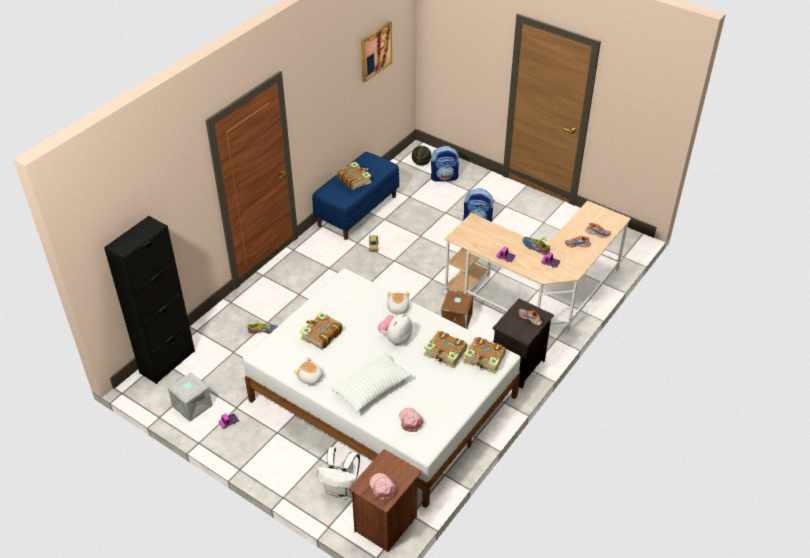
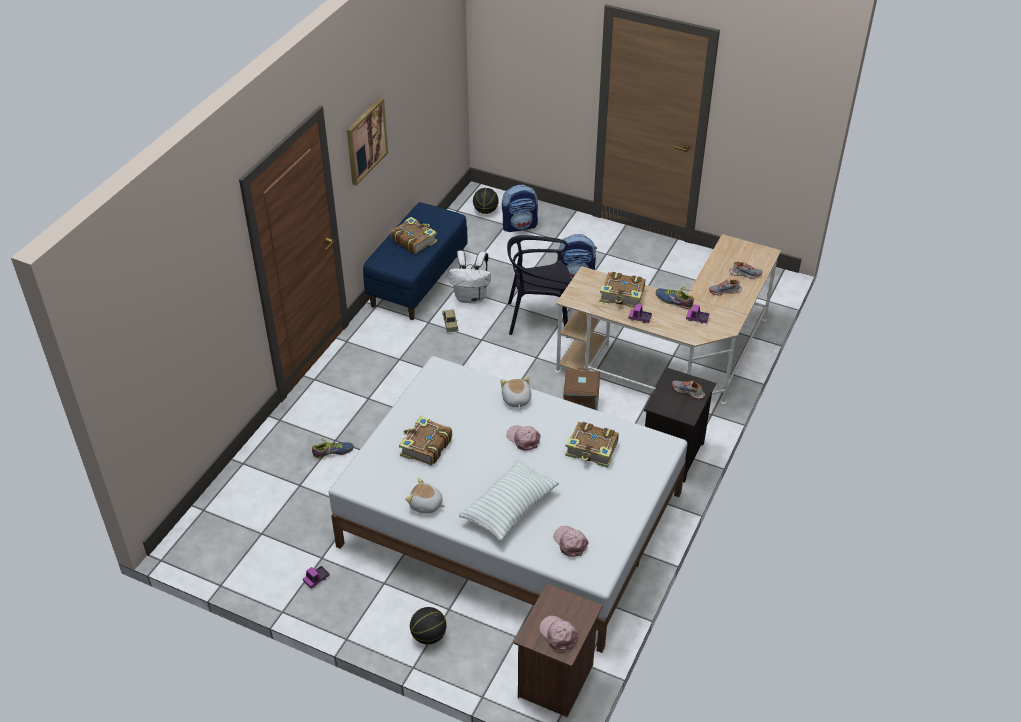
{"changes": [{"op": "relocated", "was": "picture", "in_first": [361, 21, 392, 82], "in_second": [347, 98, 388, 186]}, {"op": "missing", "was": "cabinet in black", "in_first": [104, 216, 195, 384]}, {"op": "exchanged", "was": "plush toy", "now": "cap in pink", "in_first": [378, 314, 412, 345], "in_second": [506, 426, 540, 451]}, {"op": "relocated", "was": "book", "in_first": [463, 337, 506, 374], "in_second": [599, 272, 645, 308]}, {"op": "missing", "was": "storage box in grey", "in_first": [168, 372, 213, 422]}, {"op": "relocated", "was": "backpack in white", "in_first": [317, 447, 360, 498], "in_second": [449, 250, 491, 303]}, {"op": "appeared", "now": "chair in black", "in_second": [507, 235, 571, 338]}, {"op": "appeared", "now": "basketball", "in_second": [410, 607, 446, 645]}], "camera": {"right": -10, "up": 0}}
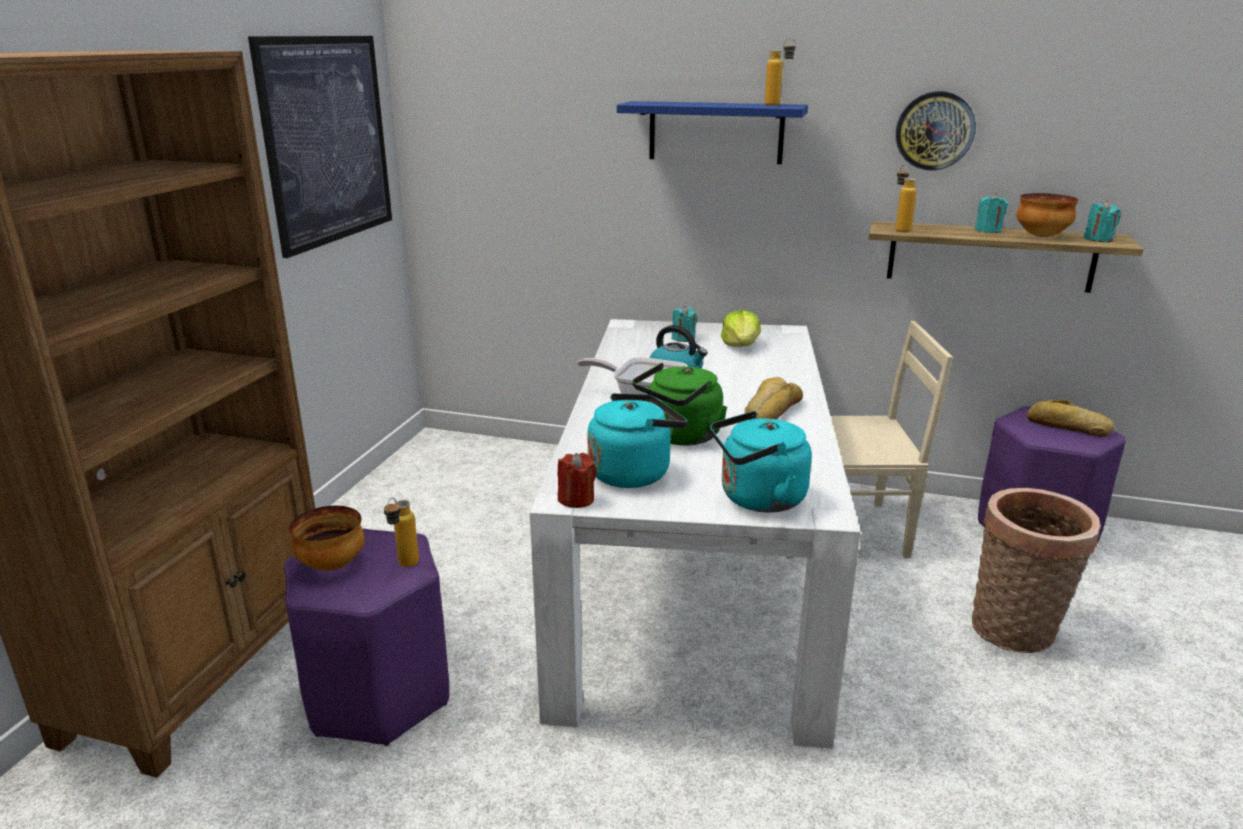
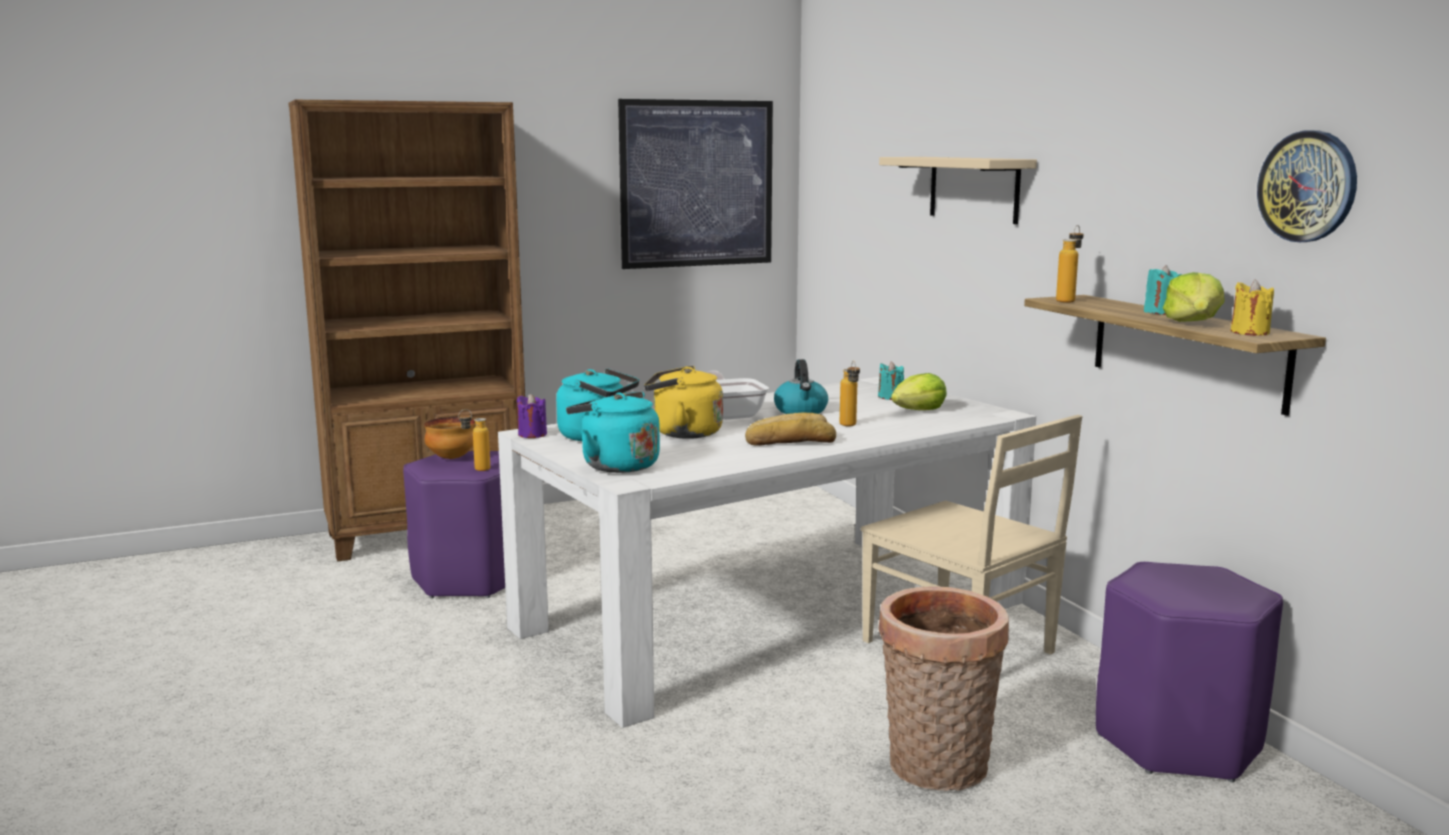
{"changes": [{"op": "relocated", "was": "bottle", "in_first": [765, 38, 796, 106], "in_second": [840, 360, 860, 426]}, {"op": "relocated", "was": "wall clock", "in_first": [896, 91, 976, 171], "in_second": [1257, 131, 1357, 242]}, {"op": "colour", "was": "shelf in blue", "now": "shelf in beige", "in_first": [617, 101, 808, 164], "in_second": [879, 157, 1037, 224]}, {"op": "exchanged", "was": "bowl", "now": "lettuce", "in_first": [1016, 193, 1078, 237], "in_second": [1163, 272, 1225, 322]}, {"op": "colour", "was": "candle in turquoise", "now": "candle in yellow", "in_first": [1084, 200, 1121, 242], "in_second": [1230, 279, 1274, 336]}, {"op": "colour", "was": "kettle in green", "now": "kettle in yellow", "in_first": [633, 363, 728, 446], "in_second": [644, 366, 723, 439]}, {"op": "missing", "was": "bread", "in_first": [1027, 400, 1114, 437]}, {"op": "colour", "was": "candle in red", "now": "candle in purple", "in_first": [558, 453, 596, 508], "in_second": [517, 394, 547, 438]}], "camera": {"right": 50, "up": -10}}
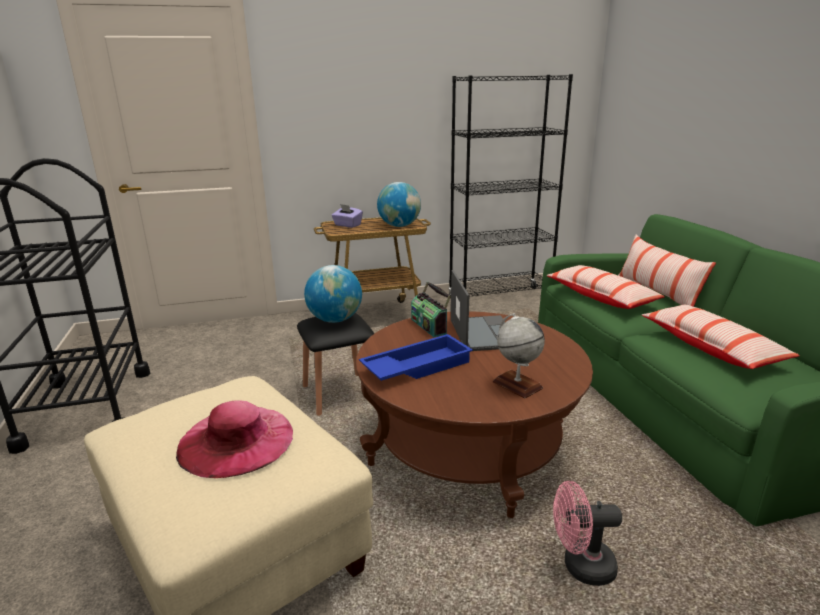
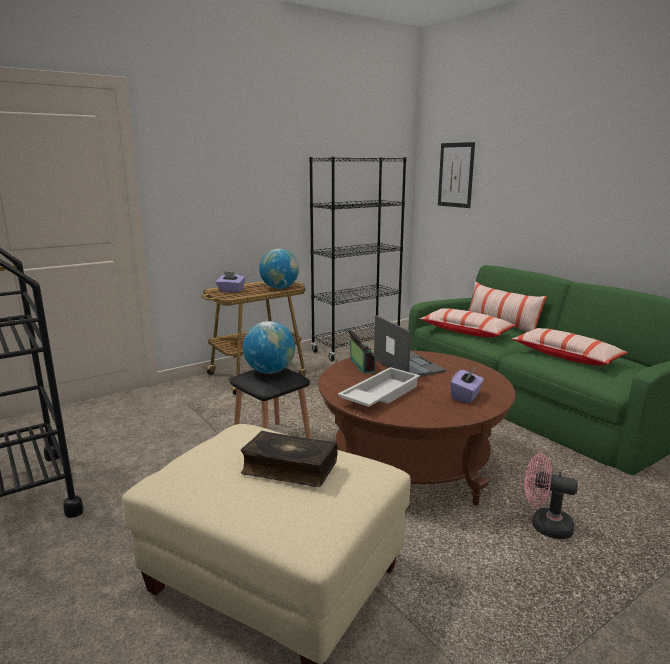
{"changes": [{"op": "spun", "was": "radio", "in_first": [411, 282, 451, 337], "in_second": [347, 329, 376, 374], "clockwise": -150}, {"op": "exchanged", "was": "globe", "now": "tissue box in purple", "in_first": [493, 313, 545, 398], "in_second": [450, 368, 484, 403]}, {"op": "colour", "was": "tray in blue", "now": "tray in white", "in_first": [359, 334, 473, 381], "in_second": [338, 367, 420, 407]}, {"op": "exchanged", "was": "hat in pink", "now": "book", "in_first": [176, 400, 293, 478], "in_second": [241, 431, 338, 487]}, {"op": "spun", "was": "fan in pink", "in_first": [553, 481, 622, 586], "in_second": [525, 453, 578, 539], "clockwise": 45}, {"op": "appeared", "now": "picture", "in_second": [438, 142, 475, 208]}], "camera": {"right": -20, "up": -5}}
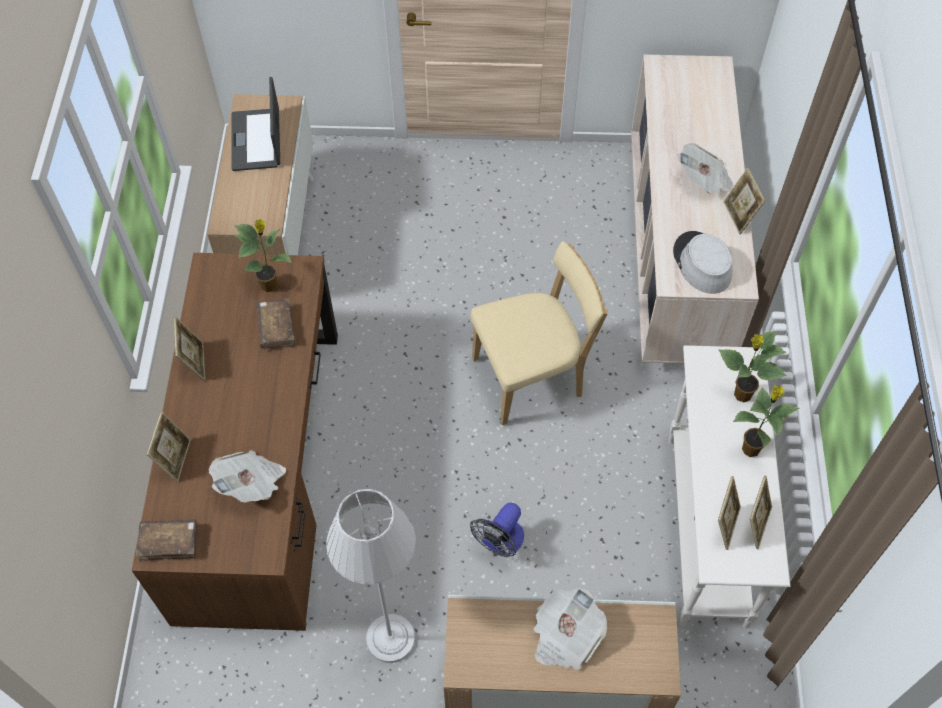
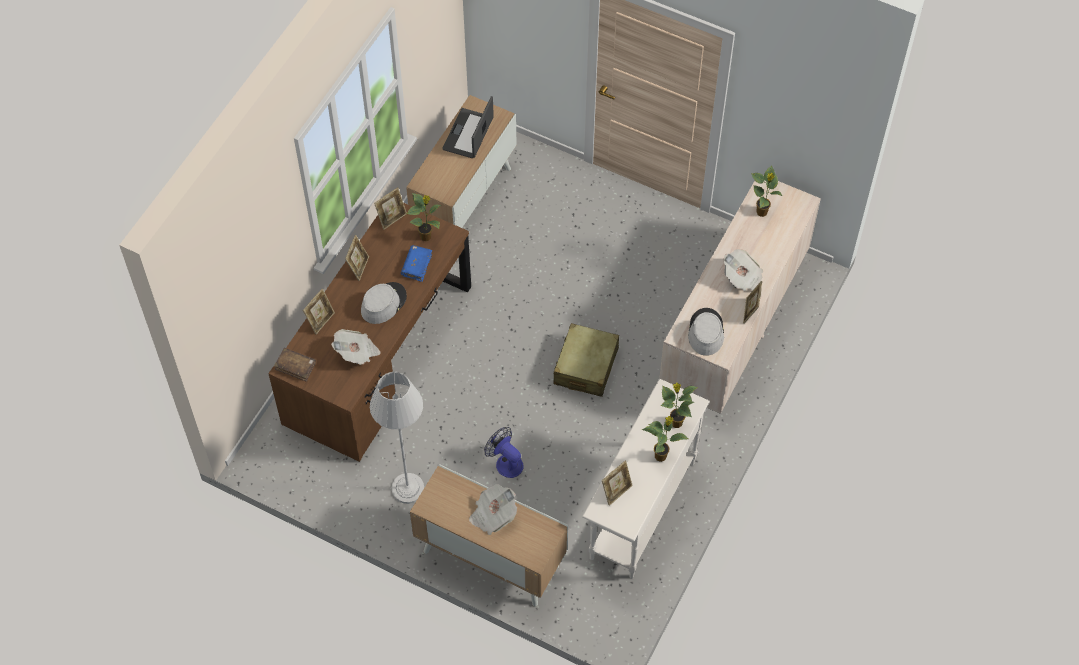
{"changes": [{"op": "exchanged", "was": "chair in beige", "now": "suitcase in beige", "in_first": [470, 241, 608, 425], "in_second": [554, 323, 619, 397]}, {"op": "colour", "was": "book in brown", "now": "book in blue", "in_first": [256, 298, 295, 349], "in_second": [401, 245, 432, 282]}, {"op": "relocated", "was": "picture frame", "in_first": [750, 476, 772, 549], "in_second": [374, 187, 407, 230]}, {"op": "spun", "was": "fan", "in_first": [470, 502, 524, 557], "in_second": [484, 427, 524, 478], "clockwise": 75}, {"op": "appeared", "now": "potted plant", "in_second": [751, 165, 782, 217]}, {"op": "appeared", "now": "hat in grey", "in_second": [361, 282, 407, 324]}], "camera": {"right": 25, "up": 0}}
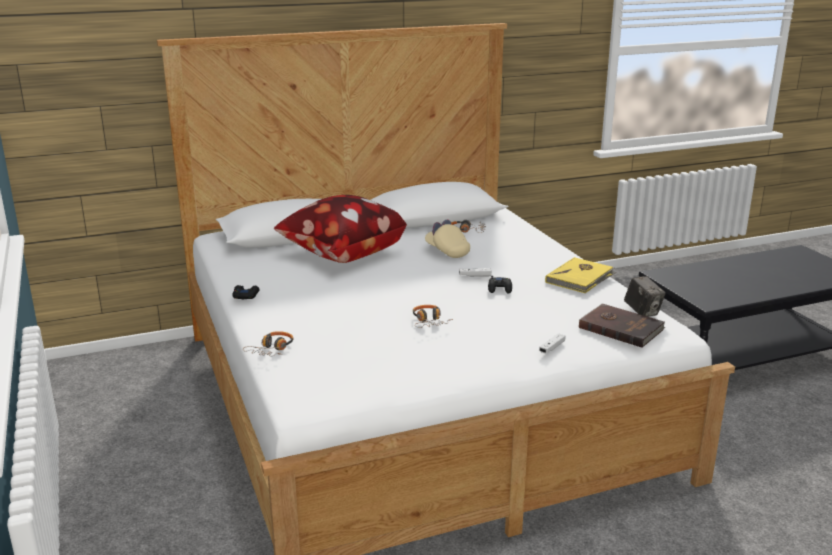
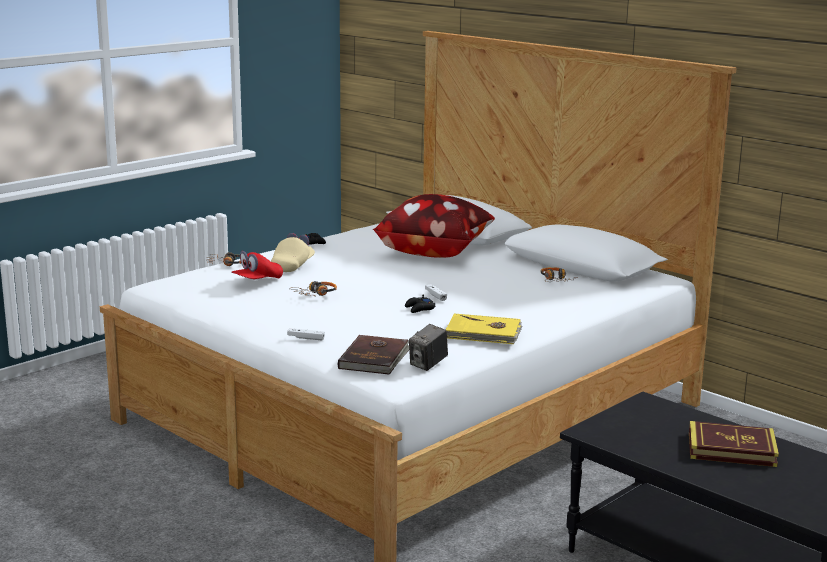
{"changes": [{"op": "relocated", "was": "cap in beige", "in_first": [425, 220, 470, 258], "in_second": [271, 233, 315, 272]}, {"op": "appeared", "now": "cap in red", "in_second": [231, 251, 283, 279]}, {"op": "appeared", "now": "book", "in_second": [689, 421, 779, 467]}], "camera": {"right": 65, "up": -5}}
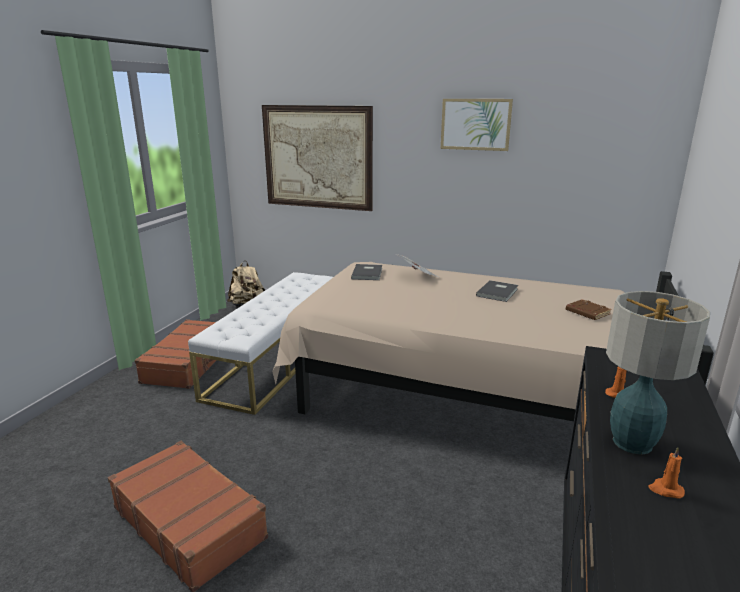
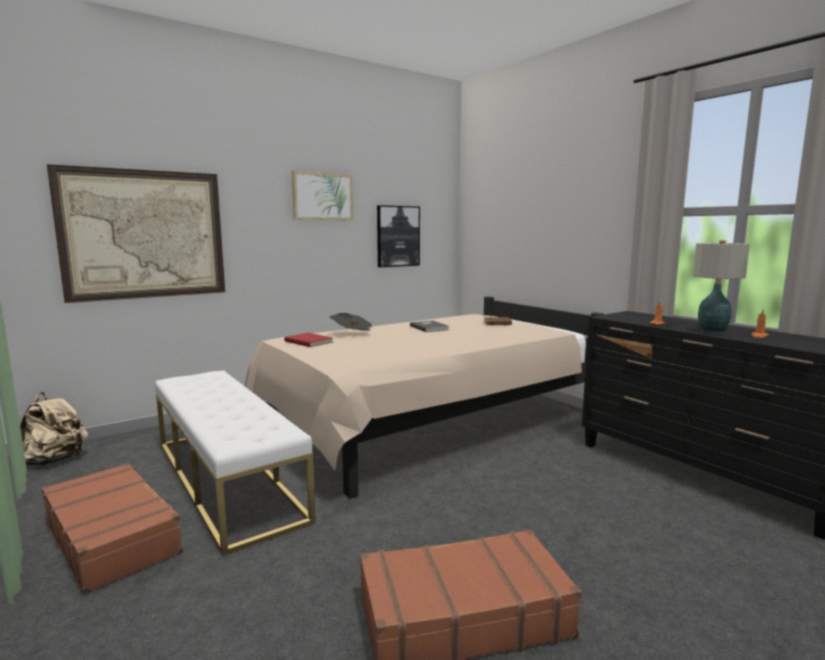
{"changes": [{"op": "colour", "was": "book in grey", "now": "book in red", "in_first": [351, 264, 382, 280], "in_second": [284, 333, 333, 347]}, {"op": "appeared", "now": "picture", "in_second": [377, 205, 420, 267]}], "camera": {"right": -55, "up": -10}}
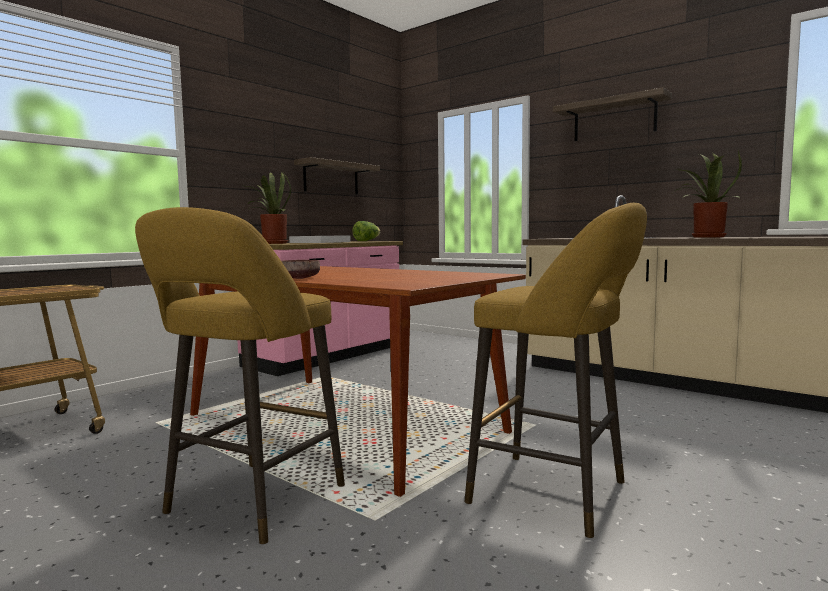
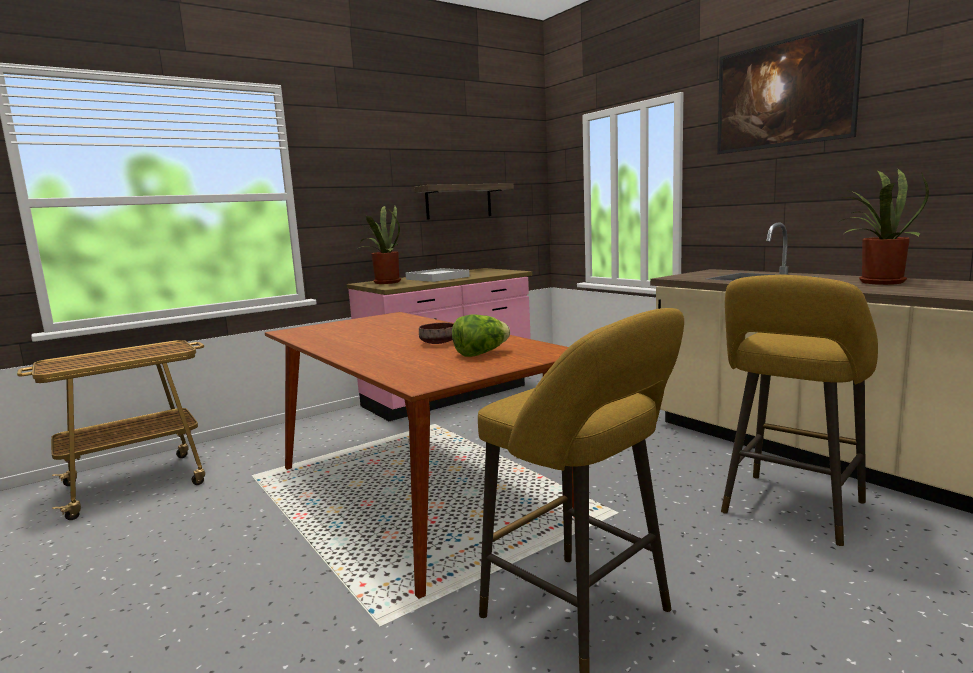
{"changes": [{"op": "exchanged", "was": "shelf", "now": "picture", "in_first": [553, 87, 672, 141], "in_second": [717, 19, 864, 154]}, {"op": "relocated", "was": "stool in yellow", "in_first": [135, 207, 345, 544], "in_second": [721, 275, 878, 546]}, {"op": "relocated", "was": "lettuce", "in_first": [352, 221, 380, 241], "in_second": [452, 314, 510, 357]}, {"op": "relocated", "was": "bowl in brown", "in_first": [282, 260, 320, 279], "in_second": [419, 323, 453, 344]}], "camera": {"right": 15, "up": 5}}
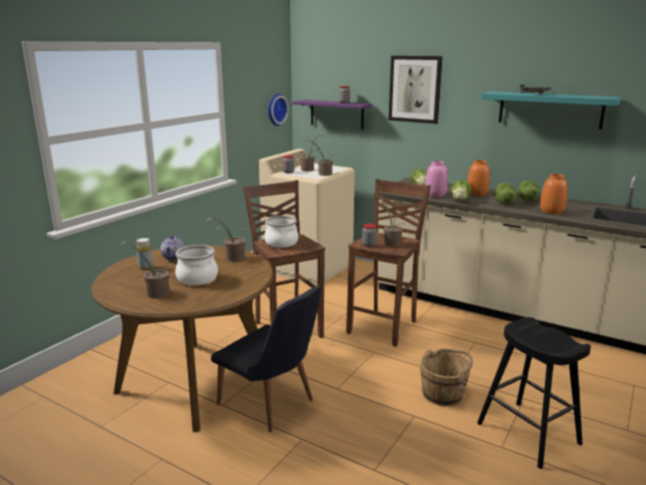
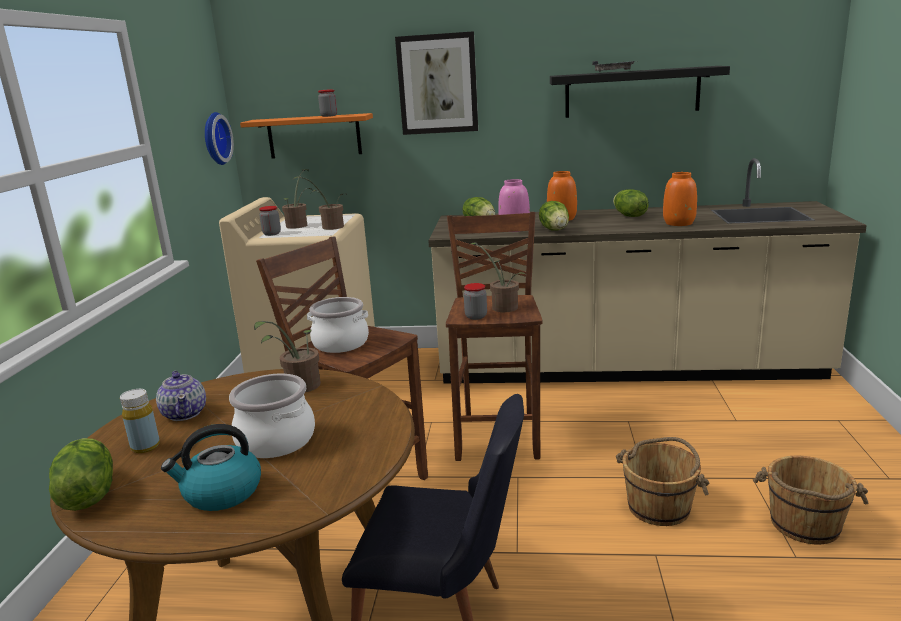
{"changes": [{"op": "colour", "was": "shelf in turquoise", "now": "shelf in black", "in_first": [481, 91, 621, 129], "in_second": [550, 66, 730, 118]}, {"op": "colour", "was": "shelf in purple", "now": "shelf in orange", "in_first": [292, 100, 373, 130], "in_second": [240, 113, 373, 159]}, {"op": "relocated", "was": "lettuce", "in_first": [495, 183, 517, 204], "in_second": [49, 438, 113, 511]}, {"op": "exchanged", "was": "potted plant", "now": "kettle", "in_first": [120, 241, 174, 299], "in_second": [161, 424, 261, 511]}, {"op": "exchanged", "was": "stool in black", "now": "bucket in brown", "in_first": [477, 317, 591, 469], "in_second": [753, 456, 868, 544]}], "camera": {"right": -25, "up": 0}}
